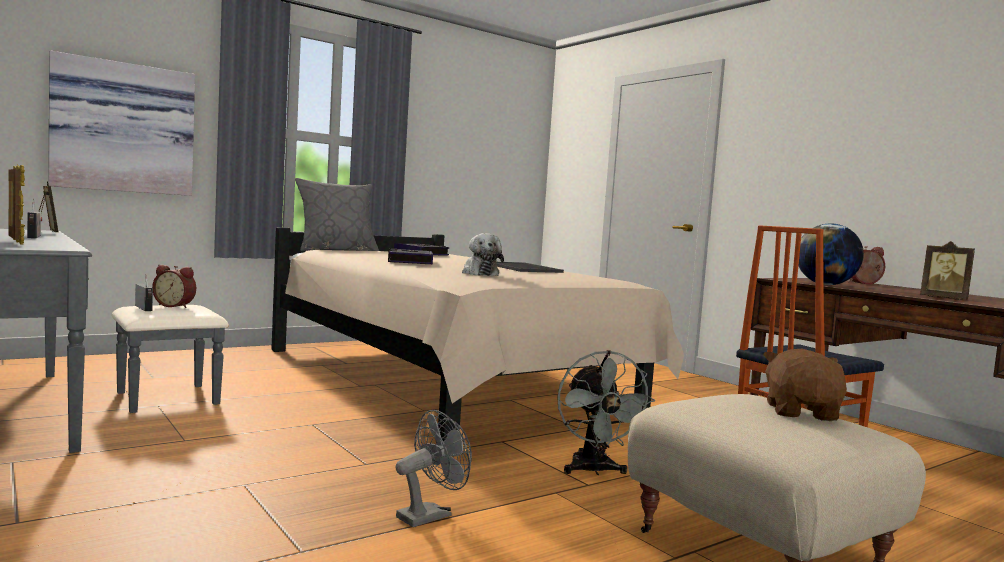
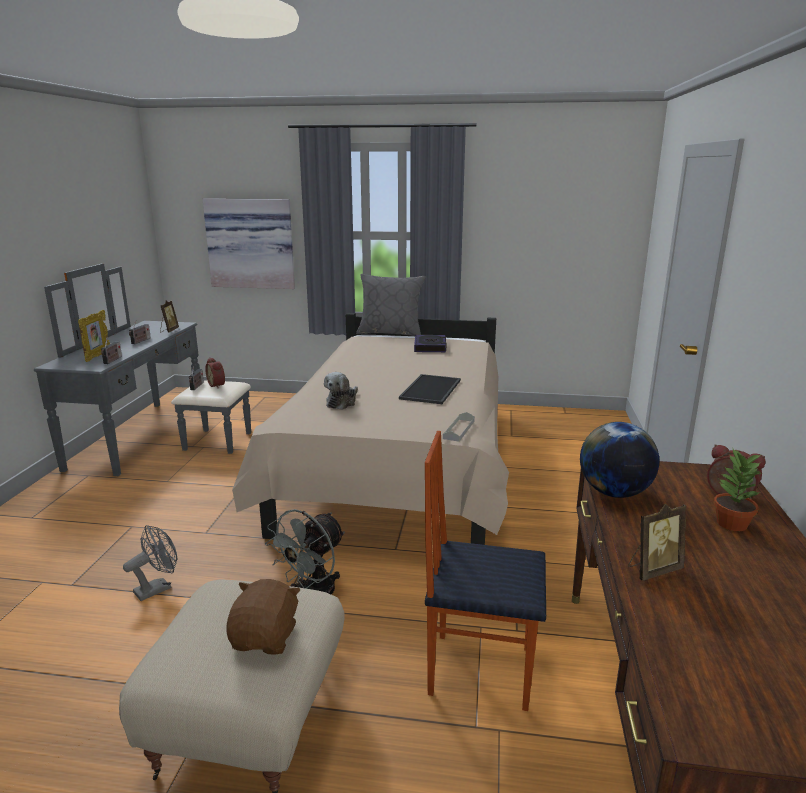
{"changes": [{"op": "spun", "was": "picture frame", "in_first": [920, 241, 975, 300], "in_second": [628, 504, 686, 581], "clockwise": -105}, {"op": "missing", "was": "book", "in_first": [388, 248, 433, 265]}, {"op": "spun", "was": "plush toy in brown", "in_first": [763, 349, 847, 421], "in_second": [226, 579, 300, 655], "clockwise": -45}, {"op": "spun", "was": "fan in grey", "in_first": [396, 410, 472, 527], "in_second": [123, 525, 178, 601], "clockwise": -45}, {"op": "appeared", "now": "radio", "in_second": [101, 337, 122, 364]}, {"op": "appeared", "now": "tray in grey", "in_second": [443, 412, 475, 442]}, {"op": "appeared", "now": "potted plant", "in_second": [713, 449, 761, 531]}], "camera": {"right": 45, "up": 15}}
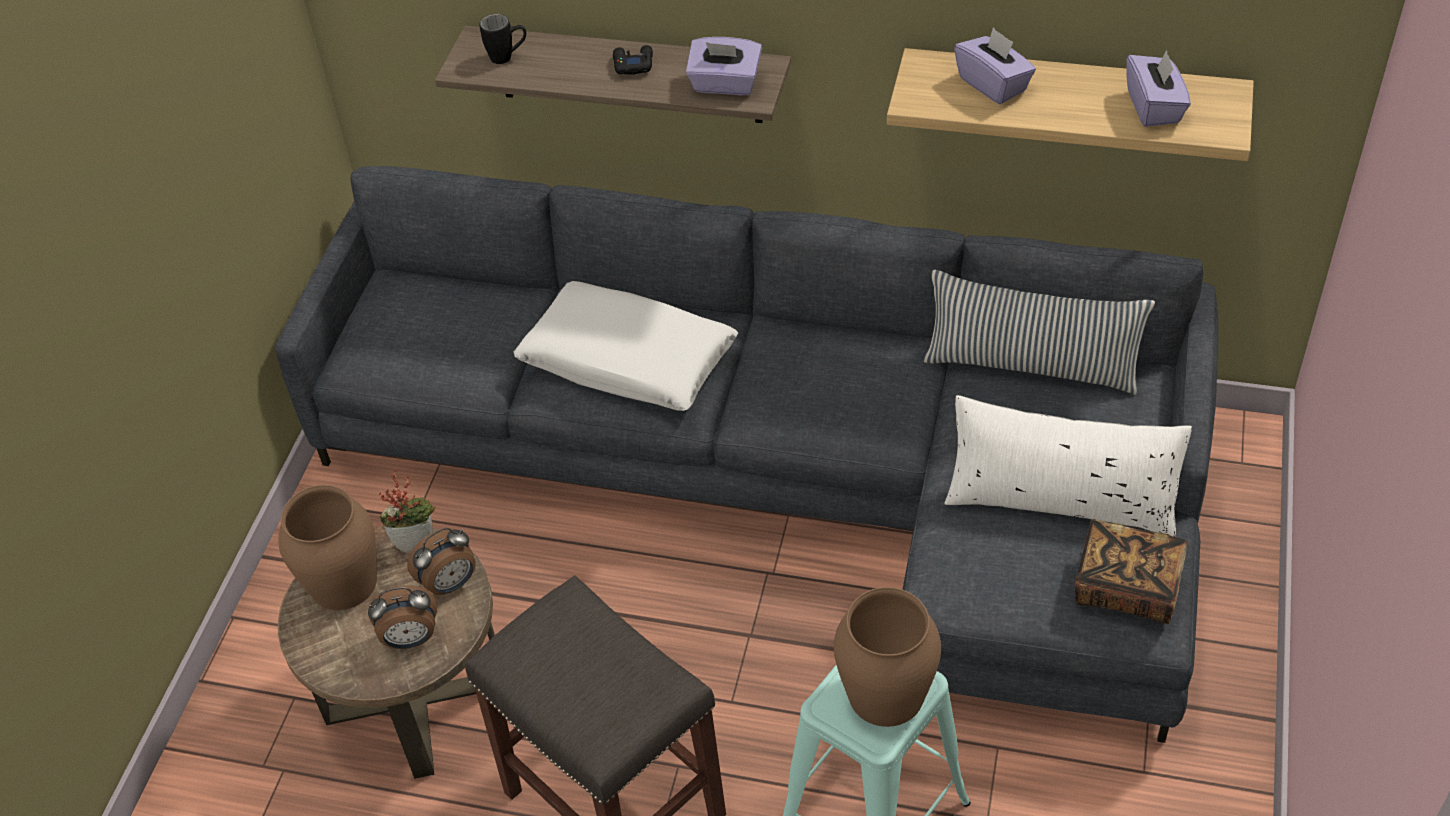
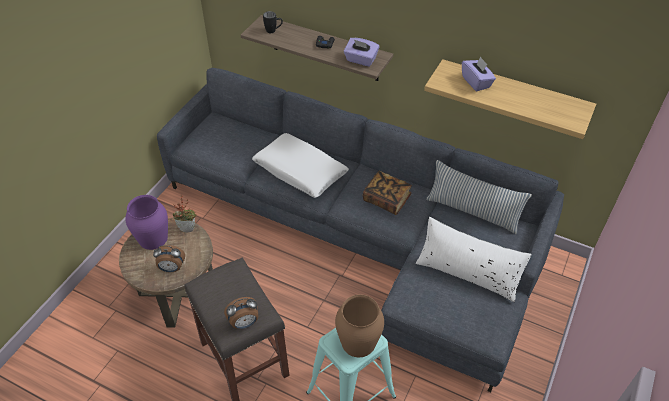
{"changes": [{"op": "missing", "was": "tissue box in purple", "in_first": [1126, 50, 1191, 127]}, {"op": "colour", "was": "vase in brown", "now": "vase in purple", "in_first": [278, 485, 377, 610], "in_second": [125, 195, 168, 250]}, {"op": "relocated", "was": "book", "in_first": [1075, 519, 1187, 624], "in_second": [363, 171, 412, 215]}, {"op": "relocated", "was": "alarm clock", "in_first": [407, 528, 476, 595], "in_second": [224, 297, 258, 329]}], "camera": {"right": 10, "up": 0}}
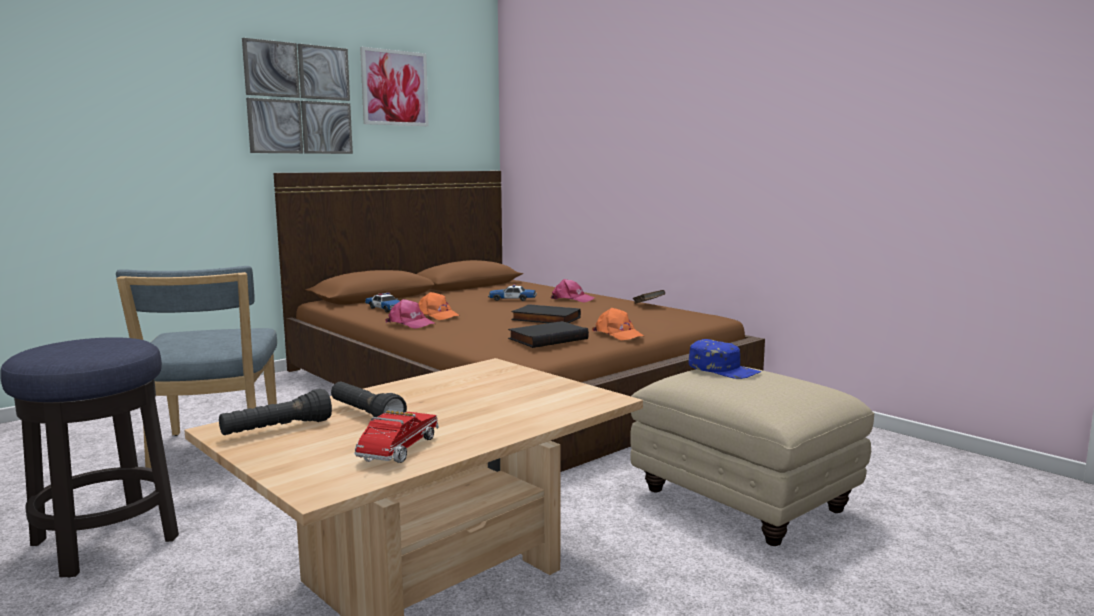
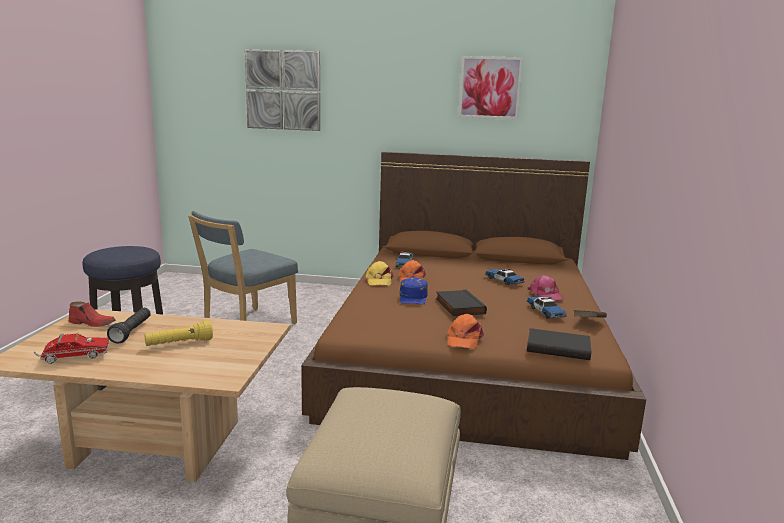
{"changes": [{"op": "relocated", "was": "picture", "in_first": [242, 38, 353, 154], "in_second": [245, 49, 320, 131]}, {"op": "colour", "was": "cap in pink", "now": "cap in yellow", "in_first": [385, 299, 435, 329], "in_second": [366, 261, 394, 286]}, {"op": "relocated", "was": "book in black", "in_first": [508, 321, 589, 348], "in_second": [527, 328, 592, 360]}, {"op": "relocated", "was": "cap in blue", "in_first": [689, 339, 762, 379], "in_second": [400, 277, 428, 305]}, {"op": "exchanged", "was": "flashlight in black", "now": "shoe in red", "in_first": [219, 389, 332, 435], "in_second": [69, 302, 116, 327]}, {"op": "appeared", "now": "toy car", "in_second": [527, 296, 567, 319]}, {"op": "appeared", "now": "flashlight in yellow", "in_second": [145, 321, 213, 346]}], "camera": {"right": 50, "up": 5}}
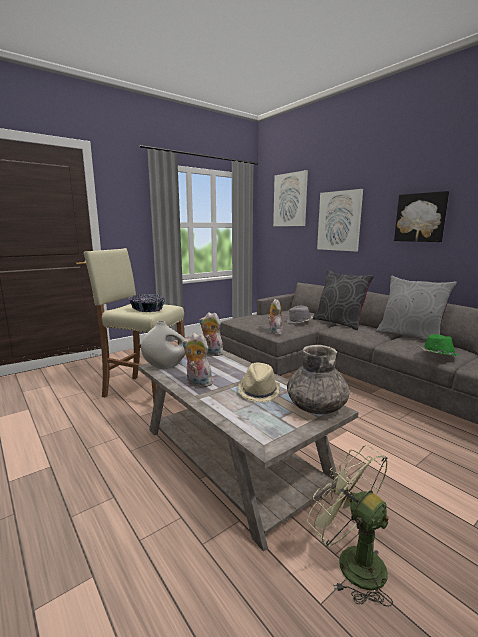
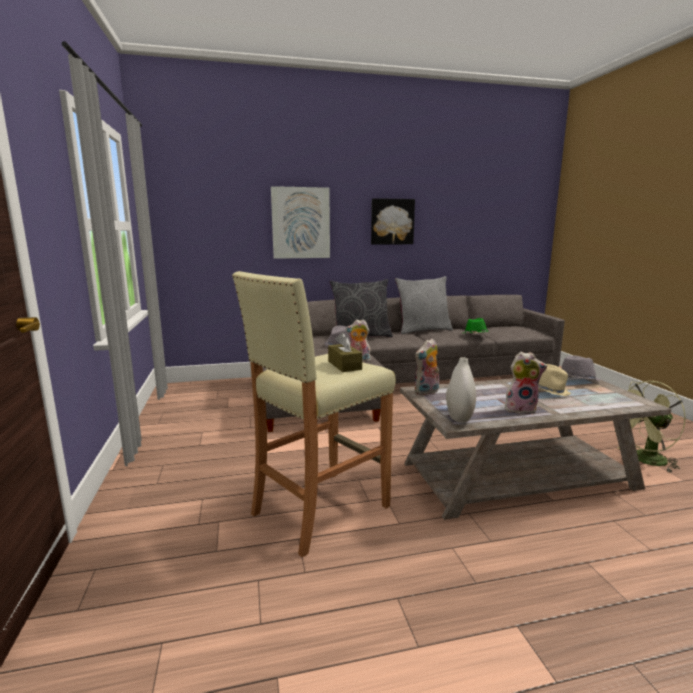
{"changes": [{"op": "missing", "was": "picture", "in_first": [273, 170, 308, 226]}, {"op": "exchanged", "was": "bowl", "now": "tissue box in brown", "in_first": [128, 294, 166, 312], "in_second": [328, 333, 362, 372]}, {"op": "spun", "was": "plush toy", "in_first": [183, 333, 212, 387], "in_second": [505, 352, 547, 415], "clockwise": -135}, {"op": "exchanged", "was": "vase in grey", "now": "hat in grey", "in_first": [287, 345, 350, 414], "in_second": [561, 355, 601, 381]}], "camera": {"right": -65, "up": 0}}
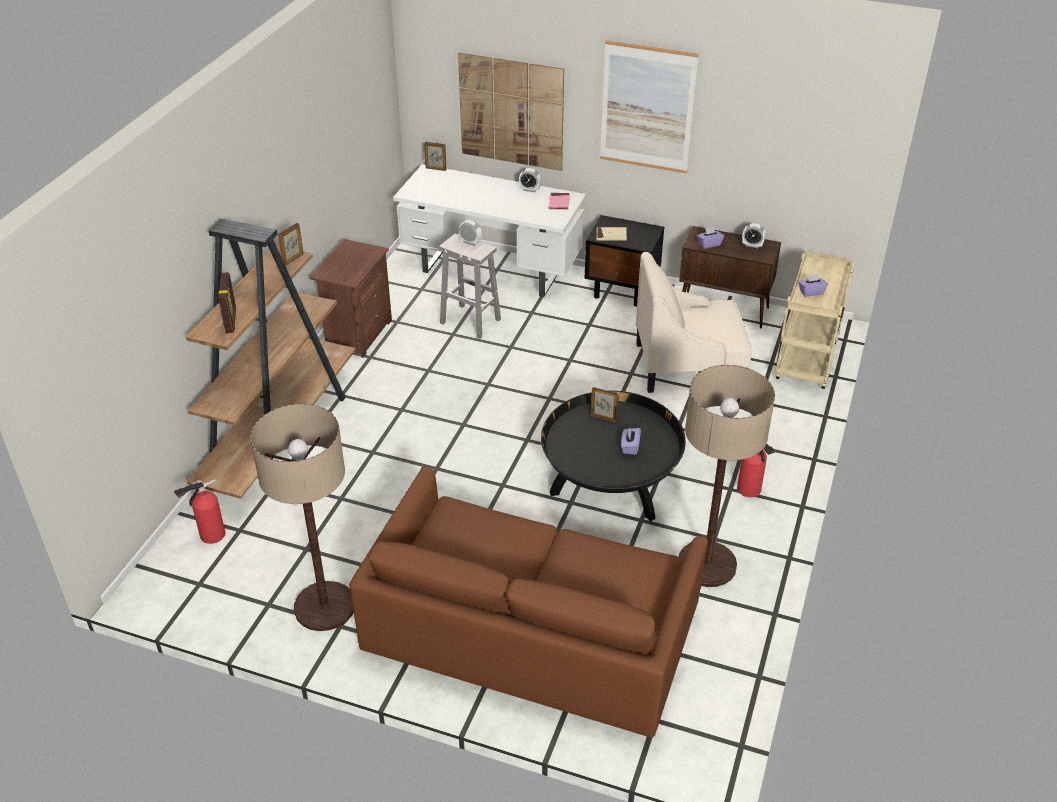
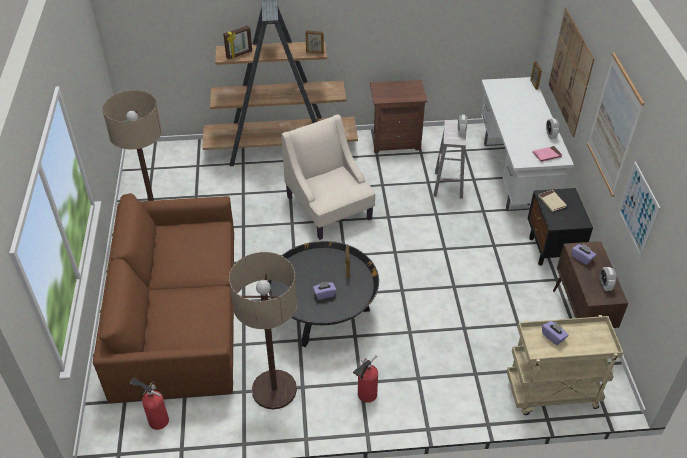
{"changes": [{"op": "relocated", "was": "armchair in beige", "in_first": [636, 252, 752, 393], "in_second": [281, 114, 375, 240]}, {"op": "relocated", "was": "fire extinguisher", "in_first": [174, 479, 225, 544], "in_second": [129, 377, 169, 430]}, {"op": "appeared", "now": "picture", "in_second": [618, 162, 660, 257]}], "camera": {"right": 65, "up": 5}}
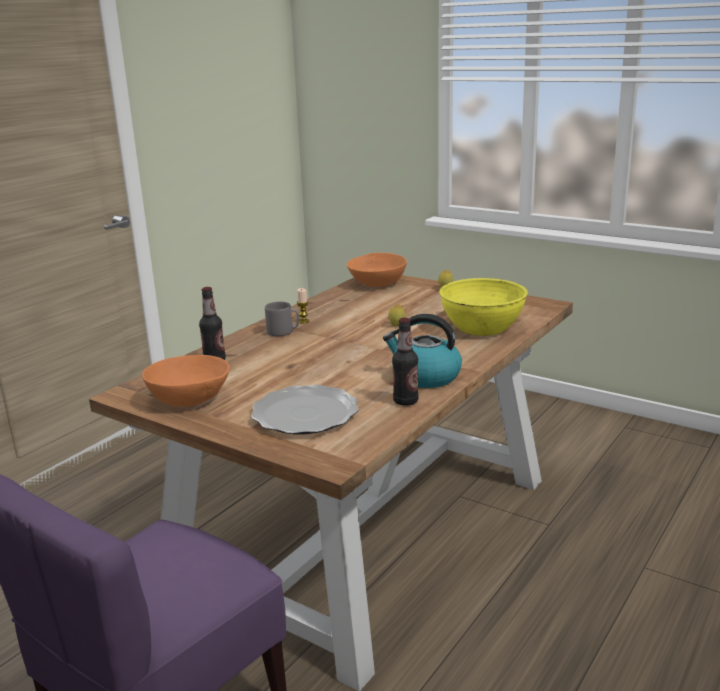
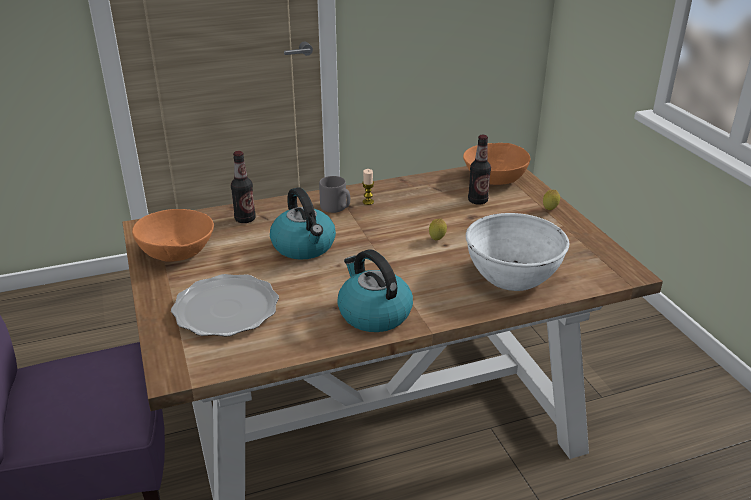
{"changes": [{"op": "colour", "was": "bowl in yellow", "now": "bowl in white", "in_first": [439, 278, 528, 336], "in_second": [466, 213, 569, 291]}, {"op": "relocated", "was": "bottle", "in_first": [392, 318, 419, 406], "in_second": [468, 135, 491, 205]}, {"op": "appeared", "now": "kettle", "in_second": [270, 187, 336, 260]}], "camera": {"right": 35, "up": 10}}
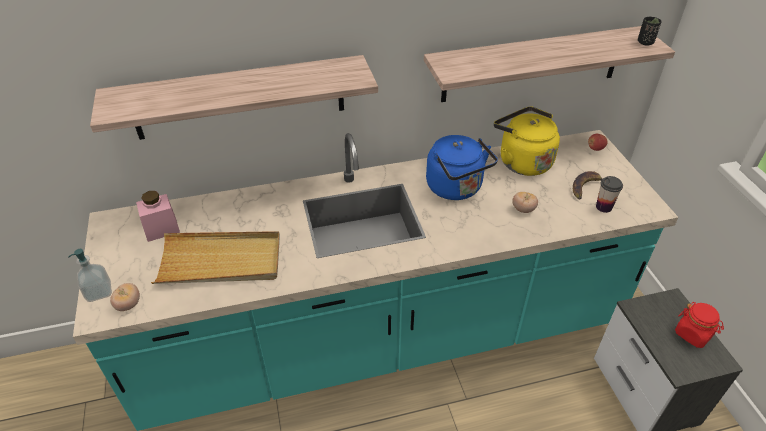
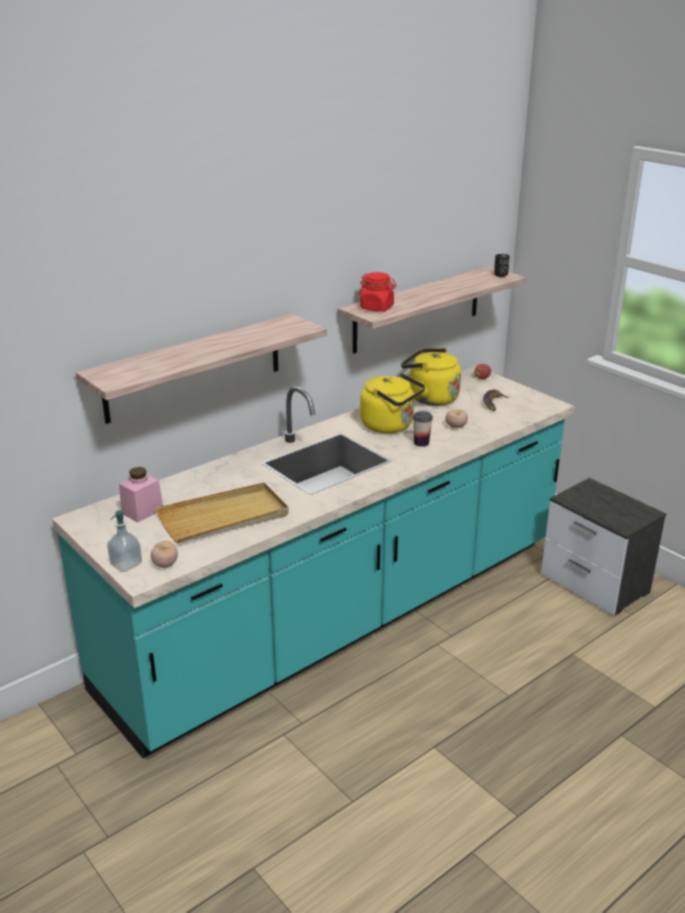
{"changes": [{"op": "colour", "was": "kettle in blue", "now": "kettle in yellow", "in_first": [426, 135, 498, 200], "in_second": [360, 373, 425, 433]}, {"op": "relocated", "was": "cup", "in_first": [596, 176, 623, 213], "in_second": [413, 411, 433, 447]}, {"op": "relocated", "was": "jar in red", "in_first": [675, 302, 724, 348], "in_second": [359, 272, 396, 312]}], "camera": {"right": -25, "up": -15}}
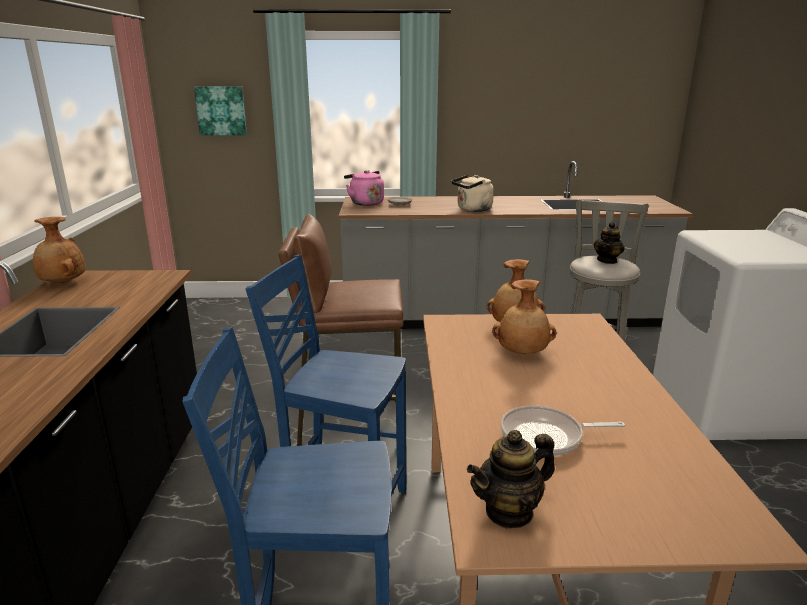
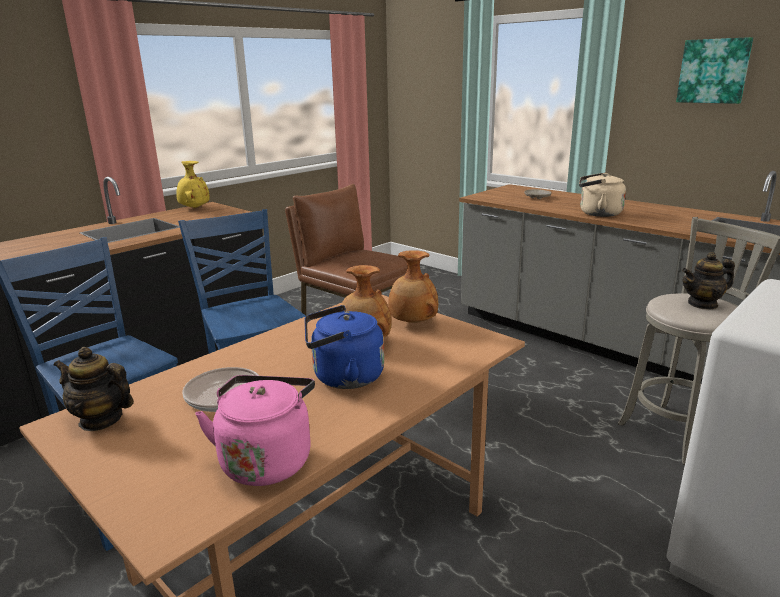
{"changes": [{"op": "relocated", "was": "picture", "in_first": [194, 86, 247, 135], "in_second": [676, 37, 753, 104]}, {"op": "relocated", "was": "kettle in pink", "in_first": [344, 170, 384, 206], "in_second": [195, 375, 315, 486]}, {"op": "colour", "was": "vase in brown", "now": "vase in yellow", "in_first": [33, 217, 86, 283], "in_second": [176, 161, 210, 208]}, {"op": "appeared", "now": "kettle in blue", "in_second": [305, 305, 384, 389]}], "camera": {"right": 45, "up": 0}}
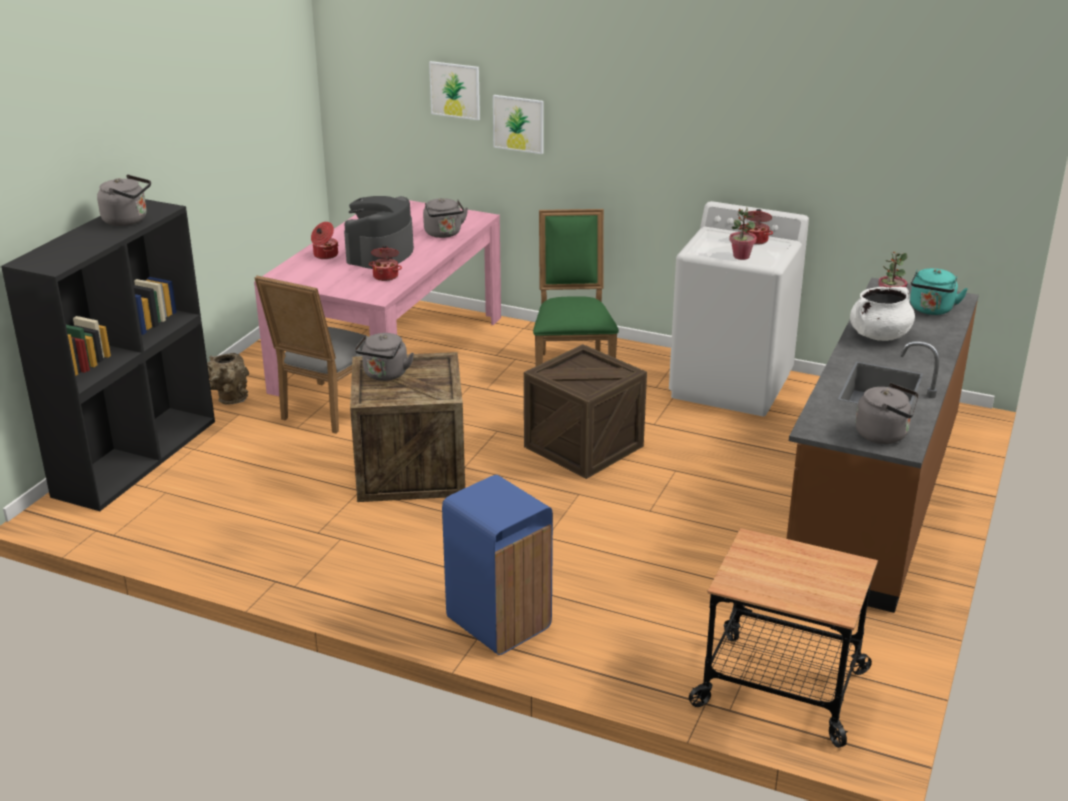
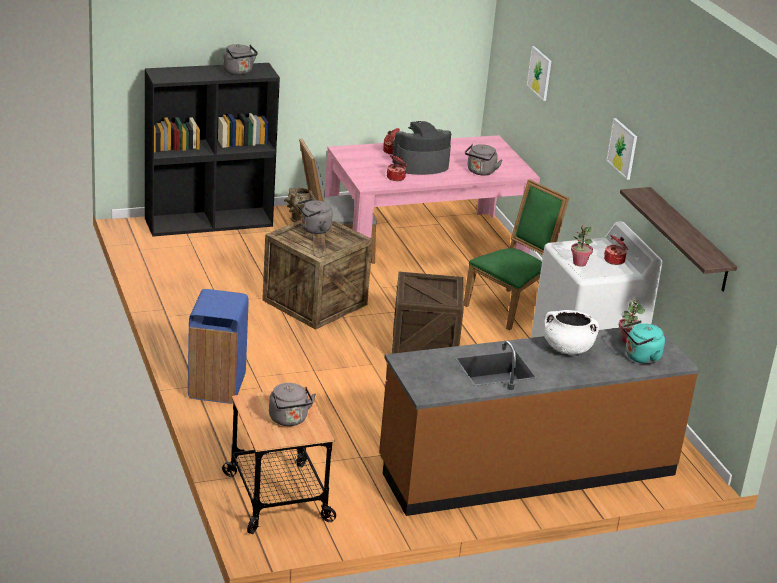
{"changes": [{"op": "relocated", "was": "picture", "in_first": [493, 95, 544, 154], "in_second": [606, 118, 637, 180]}, {"op": "relocated", "was": "kettle in grey", "in_first": [855, 383, 919, 444], "in_second": [269, 383, 316, 426]}, {"op": "appeared", "now": "shelf", "in_second": [620, 187, 737, 291]}], "camera": {"right": 45, "up": 0}}
